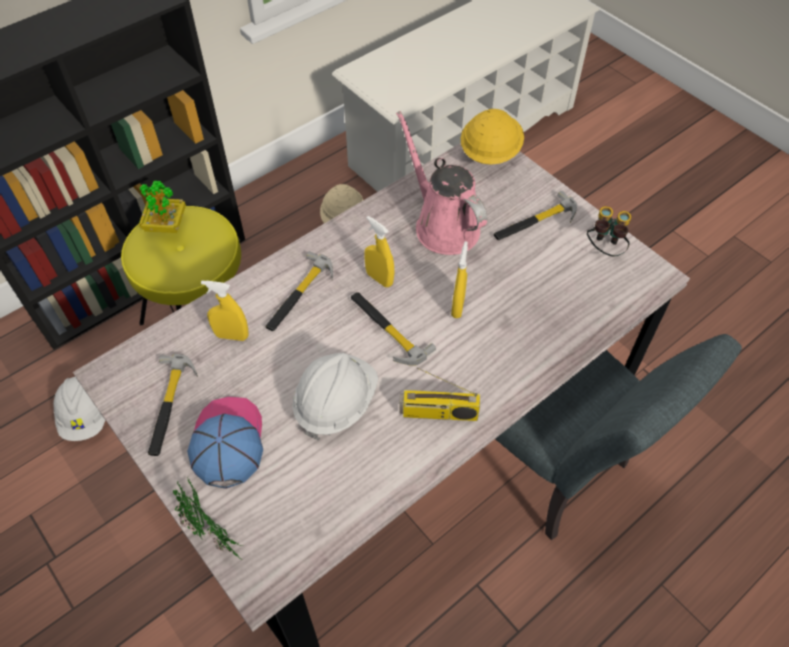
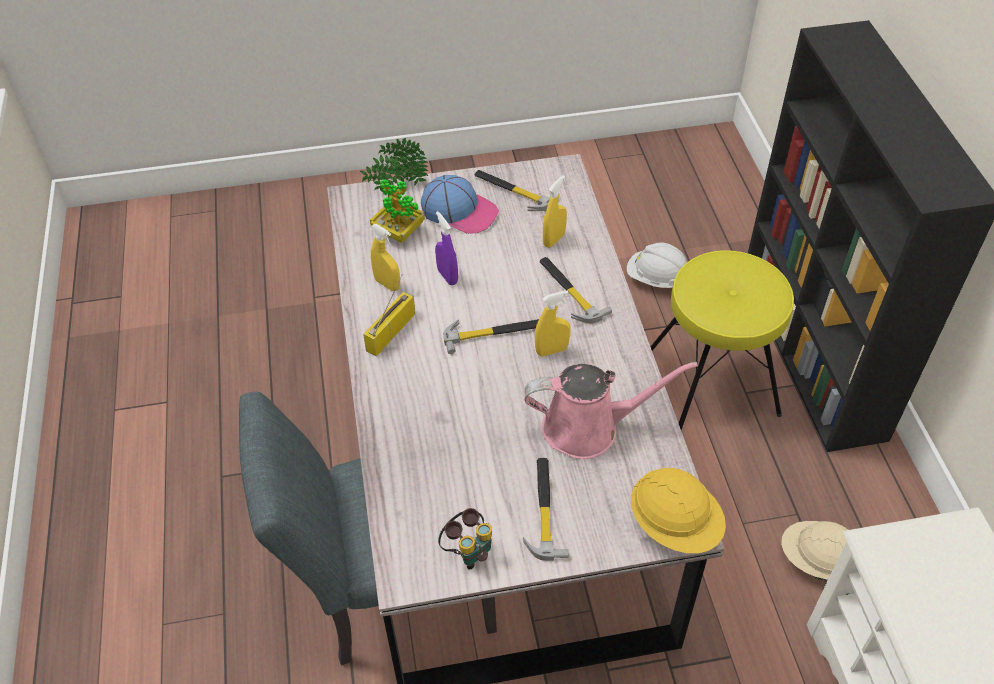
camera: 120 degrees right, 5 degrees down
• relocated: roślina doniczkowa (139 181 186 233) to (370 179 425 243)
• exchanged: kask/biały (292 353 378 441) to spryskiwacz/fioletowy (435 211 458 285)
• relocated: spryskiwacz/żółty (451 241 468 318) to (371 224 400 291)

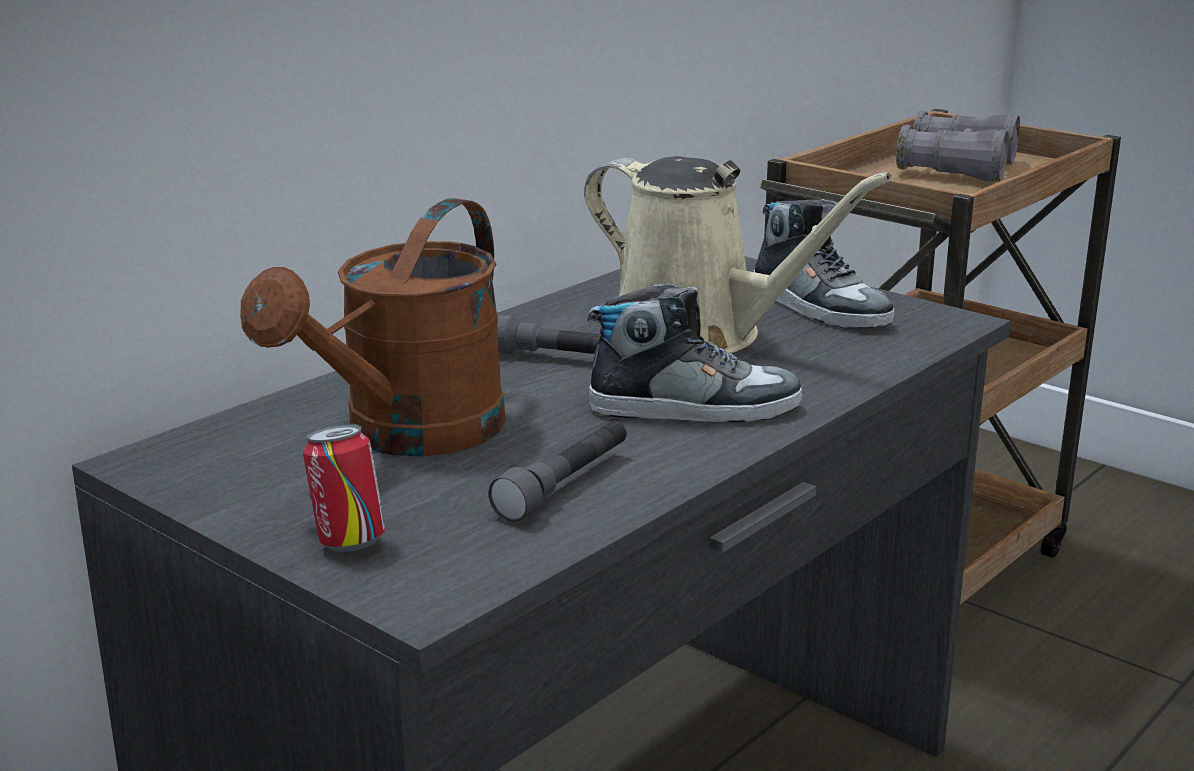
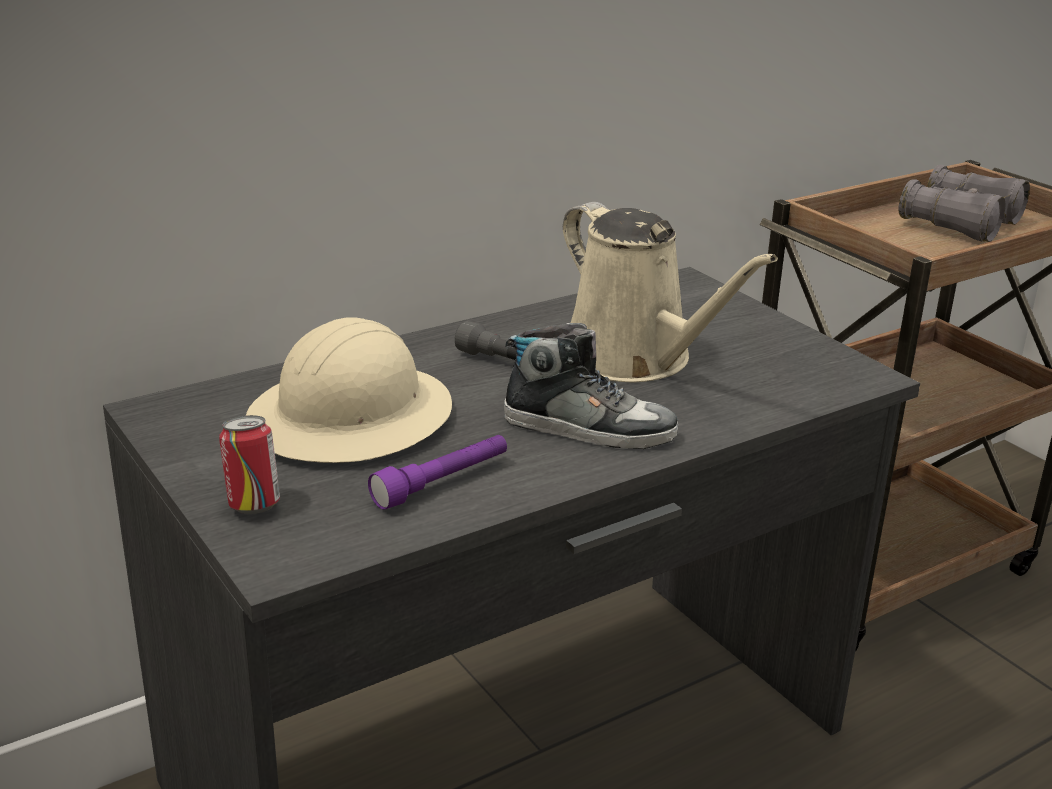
camera: 15 degrees right, 5 degrees up
• exchanged: konewka/brązowy (240 198 506 457) to kask/beżowy (246 317 452 463)
• colour: latarka/szary (488 421 627 522) to latarka/fioletowy (368 435 507 510)
• missing: but (753 199 895 328)

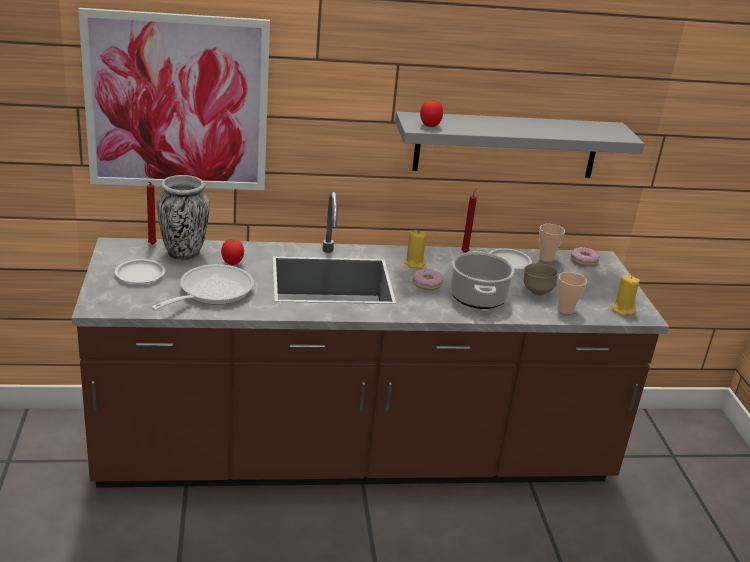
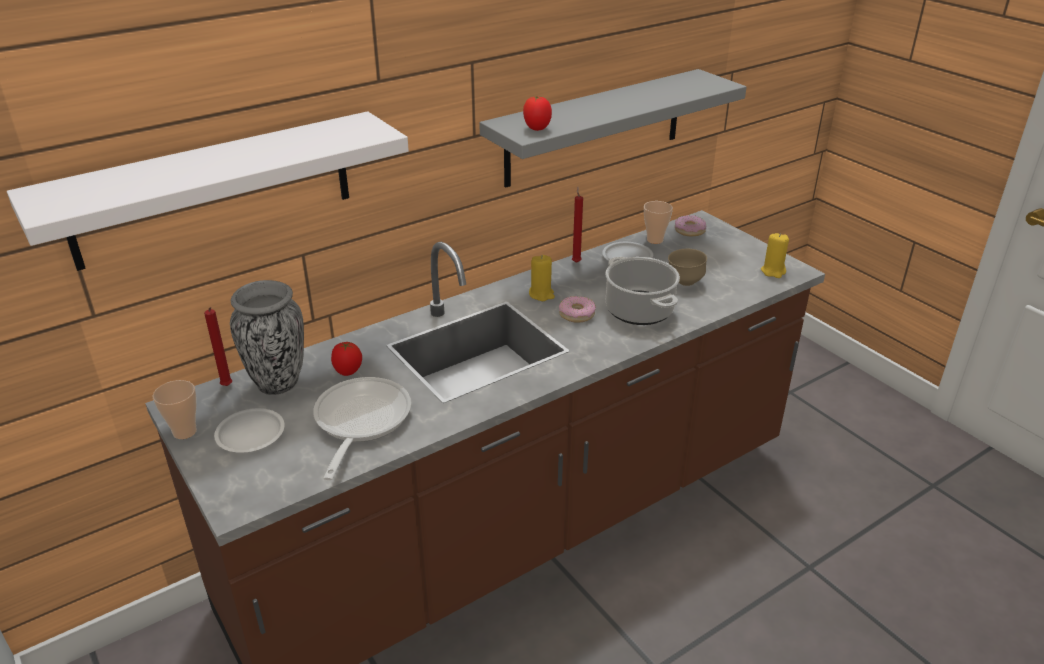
camera: 25 degrees left, 5 degrees up
• exchanged: obraz (78 8 270 190) to półka/biały (7 111 409 271)
• relocated: filiżanka (558 272 587 314) to (153 380 197 439)

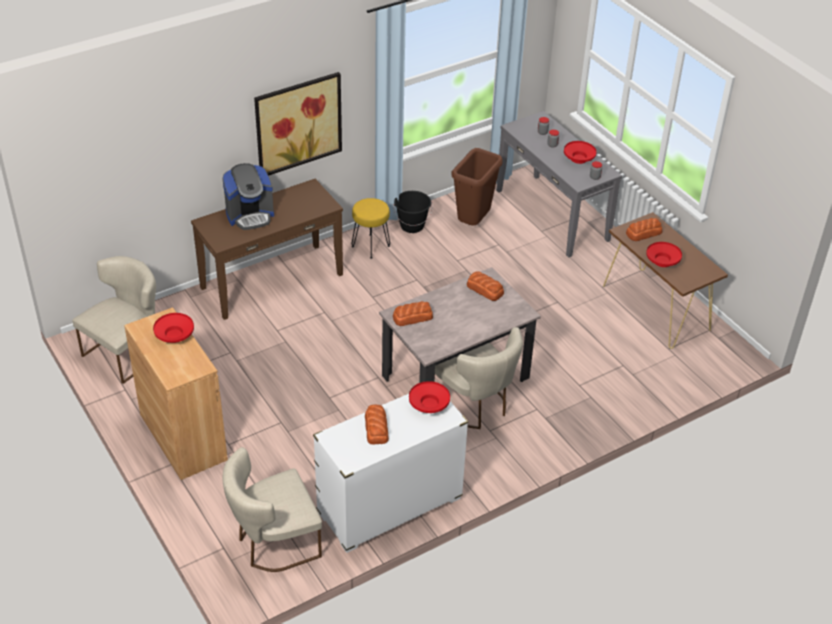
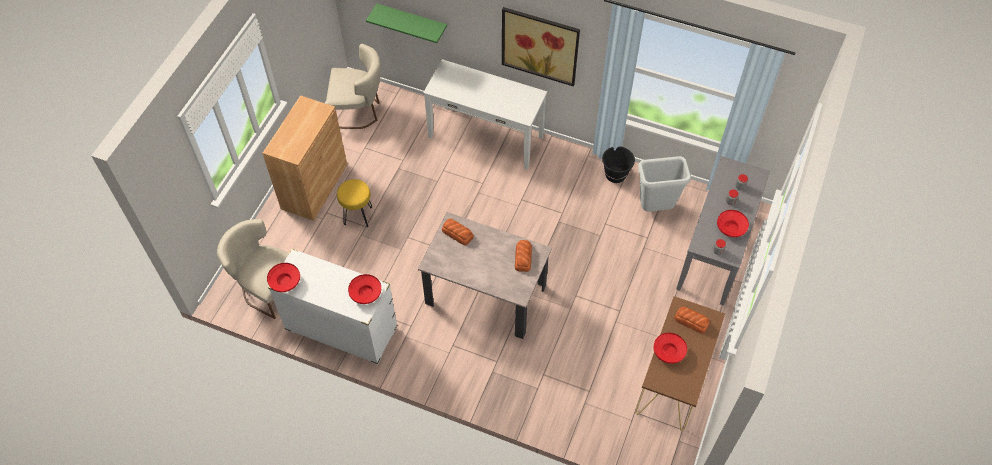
camera: 55 degrees right, 15 degrees up
• relocated: miska/czerwony (153 313 194 343) to (267 263 300 292)
• colour: stolik konsolowy/brązowy (191 179 343 320) to stolik konsolowy/biały (423 59 547 170)
• missing: ekspres do kawy (222 163 274 230)
• relocated: stołek/żółty (352 198 390 259) to (337 179 372 227)
• missing: chleb (365 405 389 444)
• missing: krzesło/beżowy (434 327 523 429)
• colour: kosz na śmieci/brązowy (451 148 503 225) to kosz na śmieci/szary (638 156 691 212)
• appeared: półka/zielony (366 4 447 43)

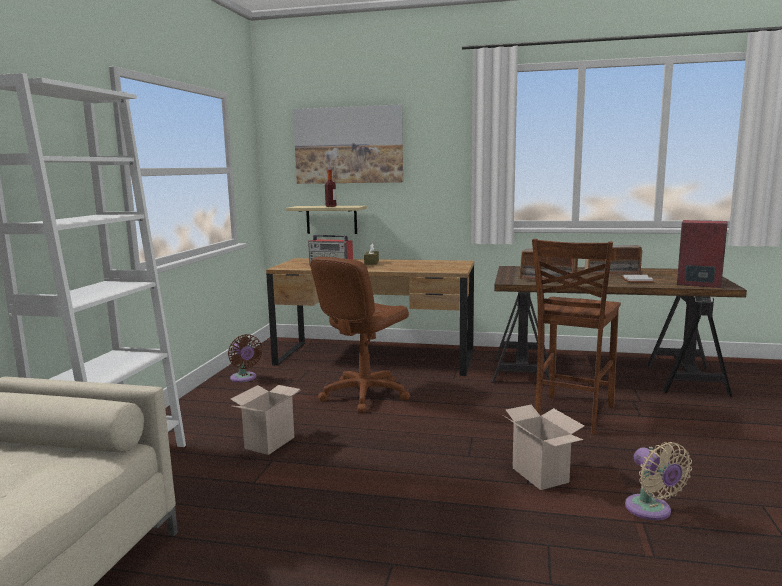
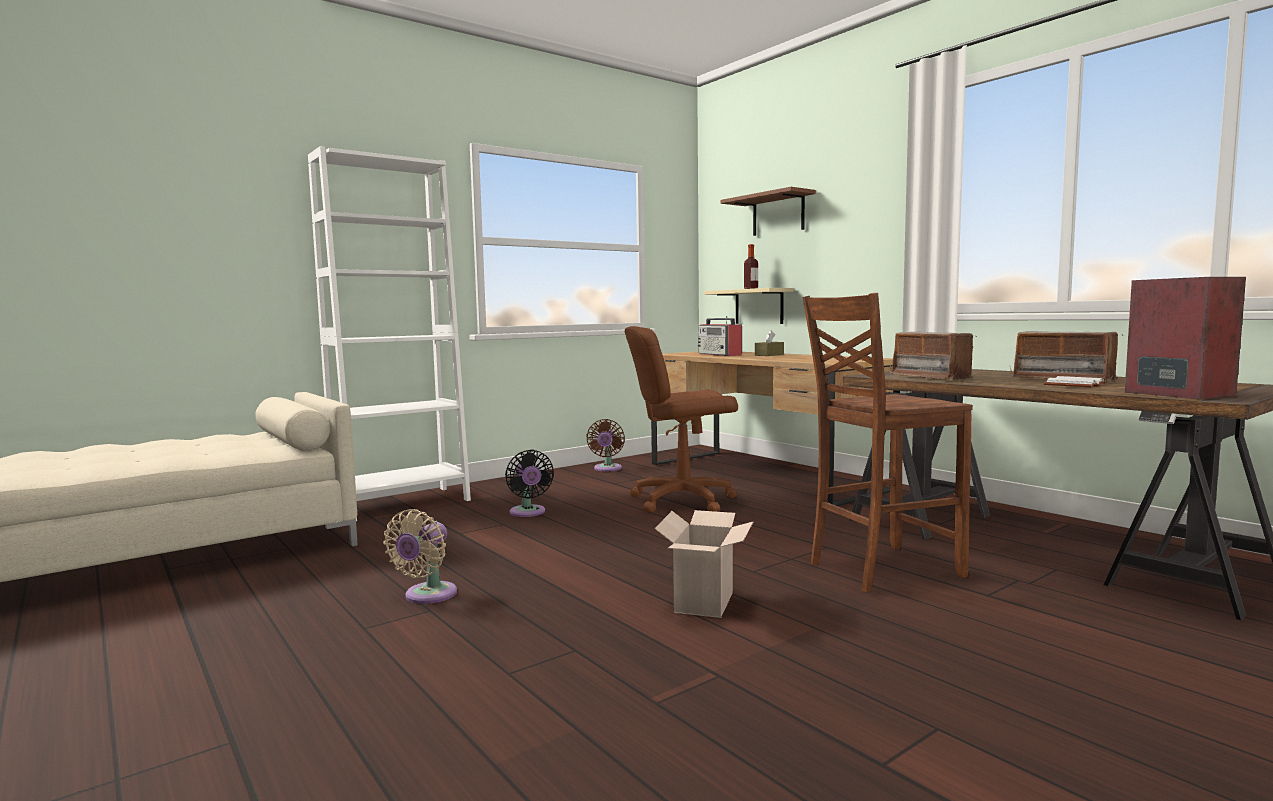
camera: 40 degrees right, 5 degrees down
• exchanged: karton (230 385 301 455) to wentylator/czarny (505 450 554 517)
• exchanged: obraz (293 104 403 184) to półka/brązowy (721 187 816 236)
• relocated: wentylator/beżowy (625 442 692 520) to (383 509 457 604)

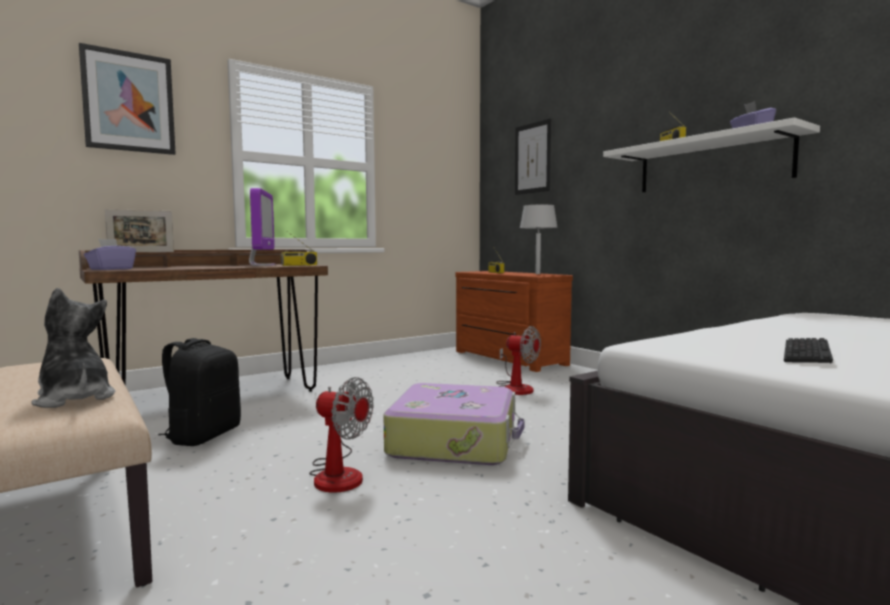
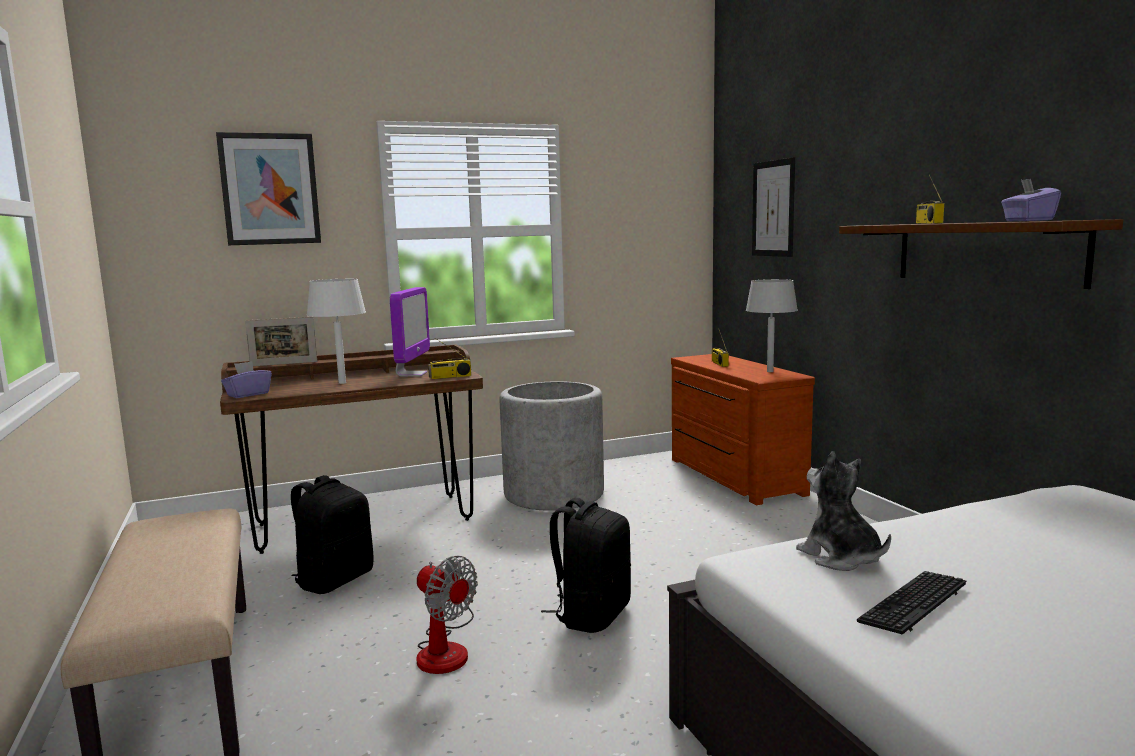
camera: 15 degrees right, 5 degrees up
• relocated: pluszak (31 288 116 408) to (796 451 891 571)
• exchanged: walizka (384 383 525 465) to plecak/czarny (541 498 631 633)
• missing: wentylator (496 326 541 395)
• colour: półka/biały (603 118 820 192) to półka/brązowy (839 219 1123 289)
• appeared: lampa stołowa/biały (306 279 366 384)
• appeared: donica/szary (500 381 604 511)

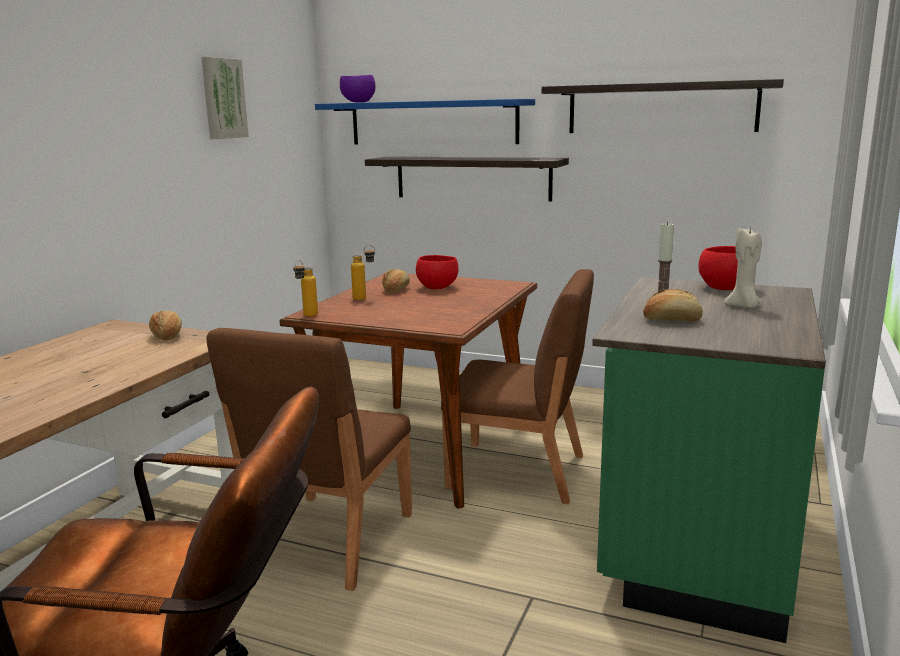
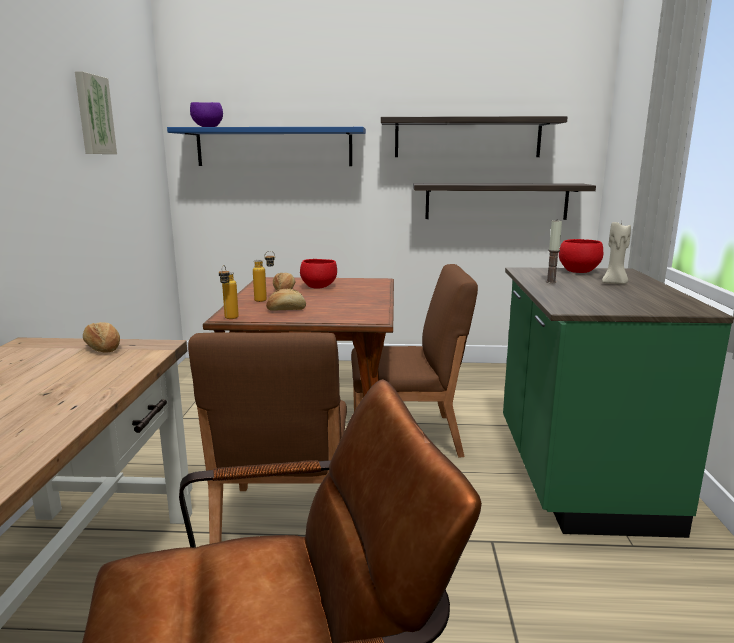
camera: 20 degrees left, 0 degrees up
• relocated: półka (365 157 569 201) to (413 183 596 220)
• relocated: chleb (643 289 703 321) to (266 289 306 311)

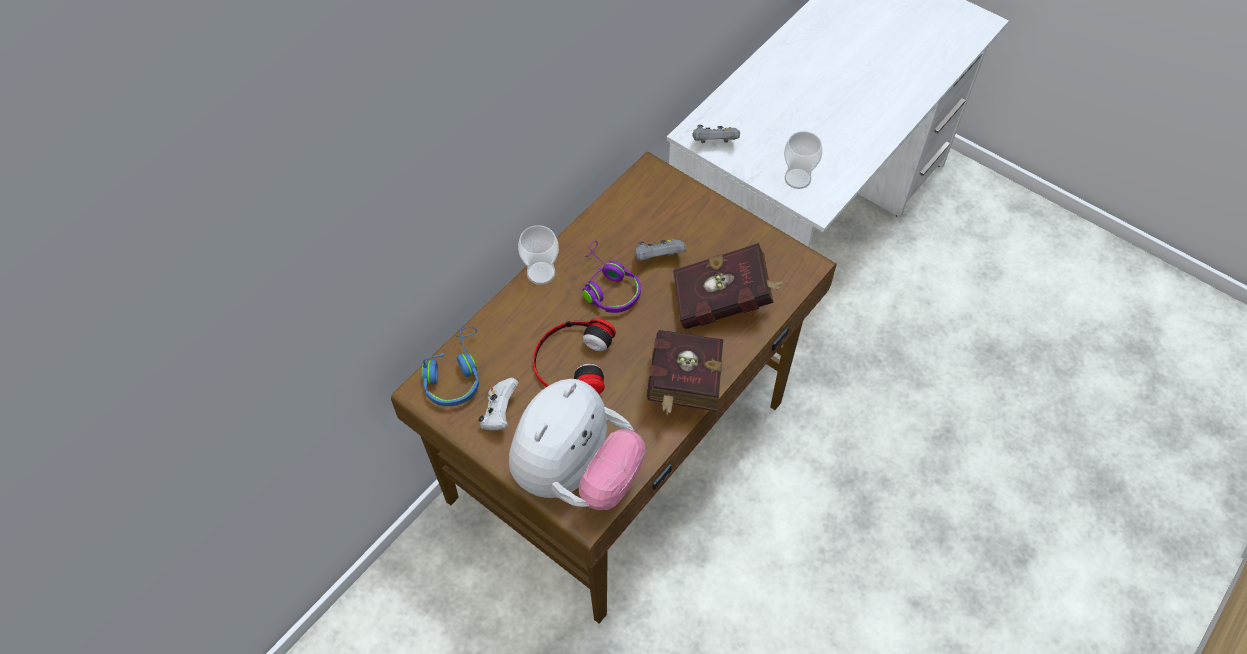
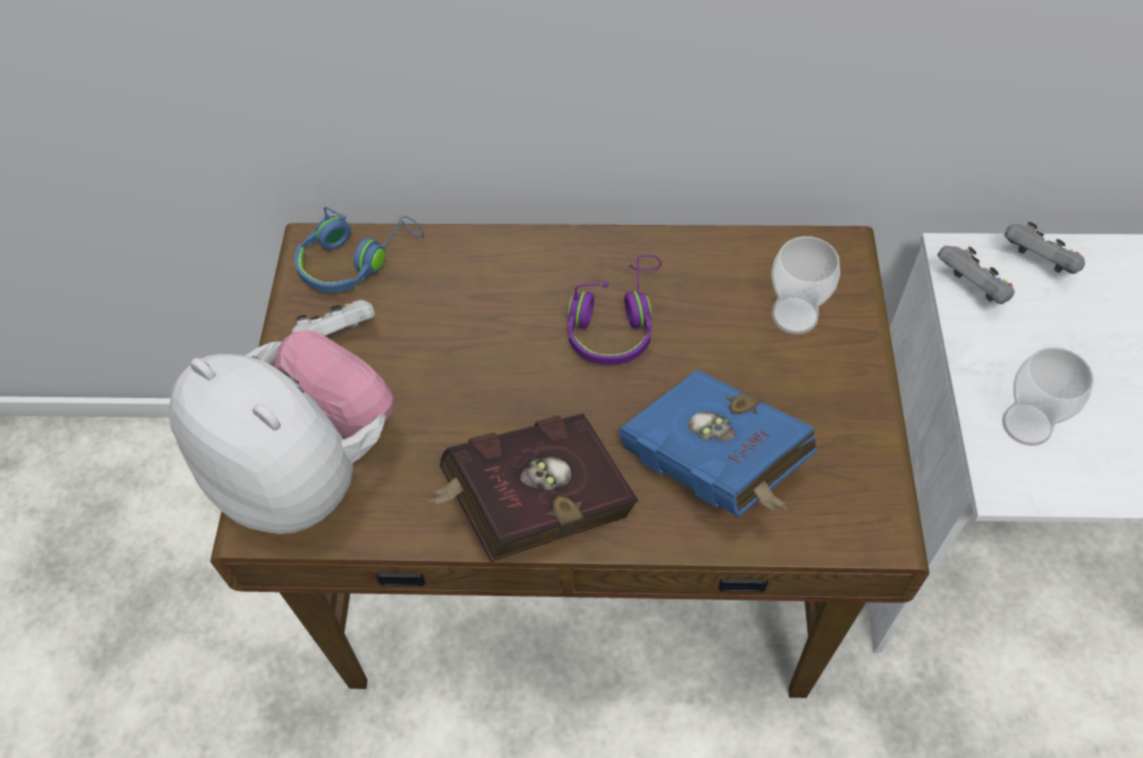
camera: 55 degrees right, 0 degrees up
• spun: pluszak (509 379 645 510) = (169 330 394 534) 135 degrees counterclockwise
• relocated: filiżanka (518 225 559 285) to (771 236 840 334)
• missing: słuchawki (533 318 616 394)
• relocated: pad do gier/szary (635 239 686 261) to (1004 222 1085 274)
• colour: książka/czerwony (673 243 787 329) to książka/niebieski (620 369 817 517)

